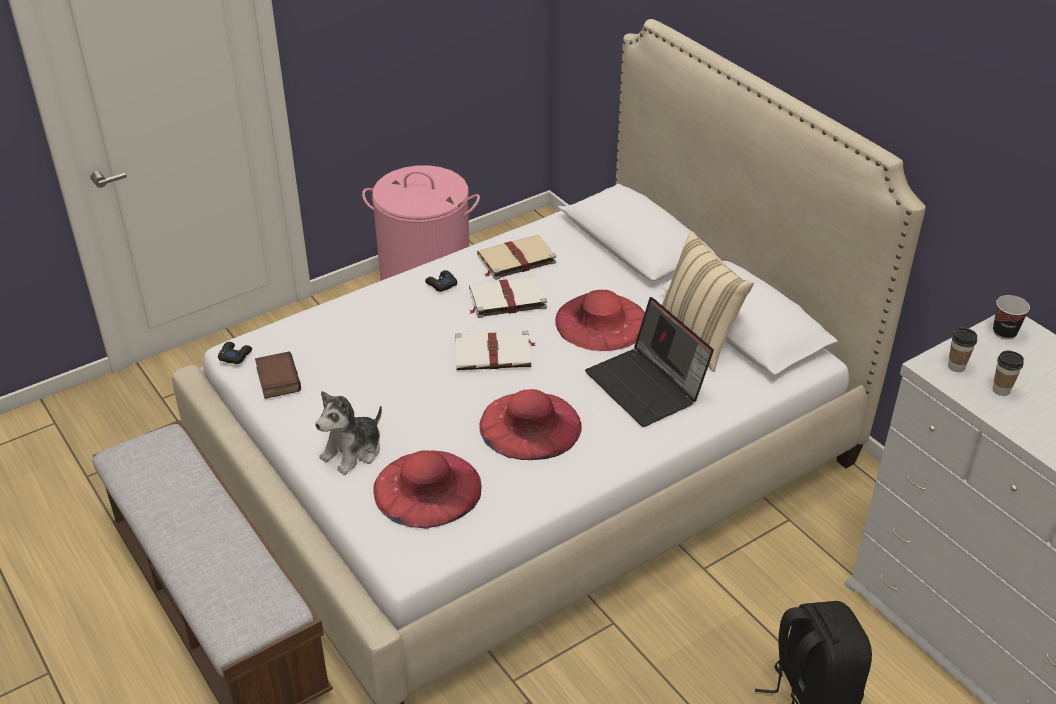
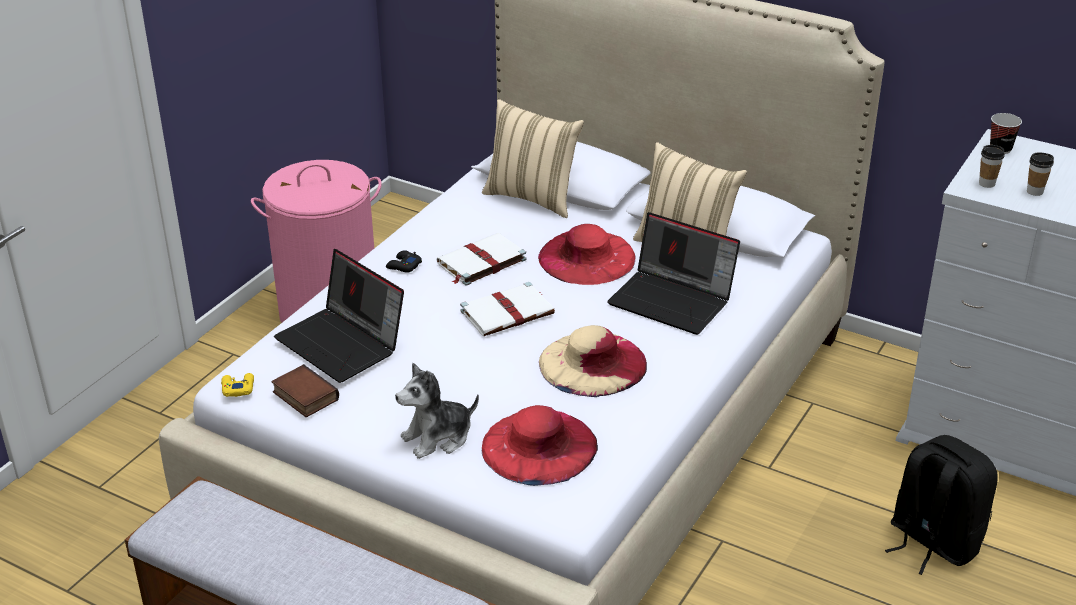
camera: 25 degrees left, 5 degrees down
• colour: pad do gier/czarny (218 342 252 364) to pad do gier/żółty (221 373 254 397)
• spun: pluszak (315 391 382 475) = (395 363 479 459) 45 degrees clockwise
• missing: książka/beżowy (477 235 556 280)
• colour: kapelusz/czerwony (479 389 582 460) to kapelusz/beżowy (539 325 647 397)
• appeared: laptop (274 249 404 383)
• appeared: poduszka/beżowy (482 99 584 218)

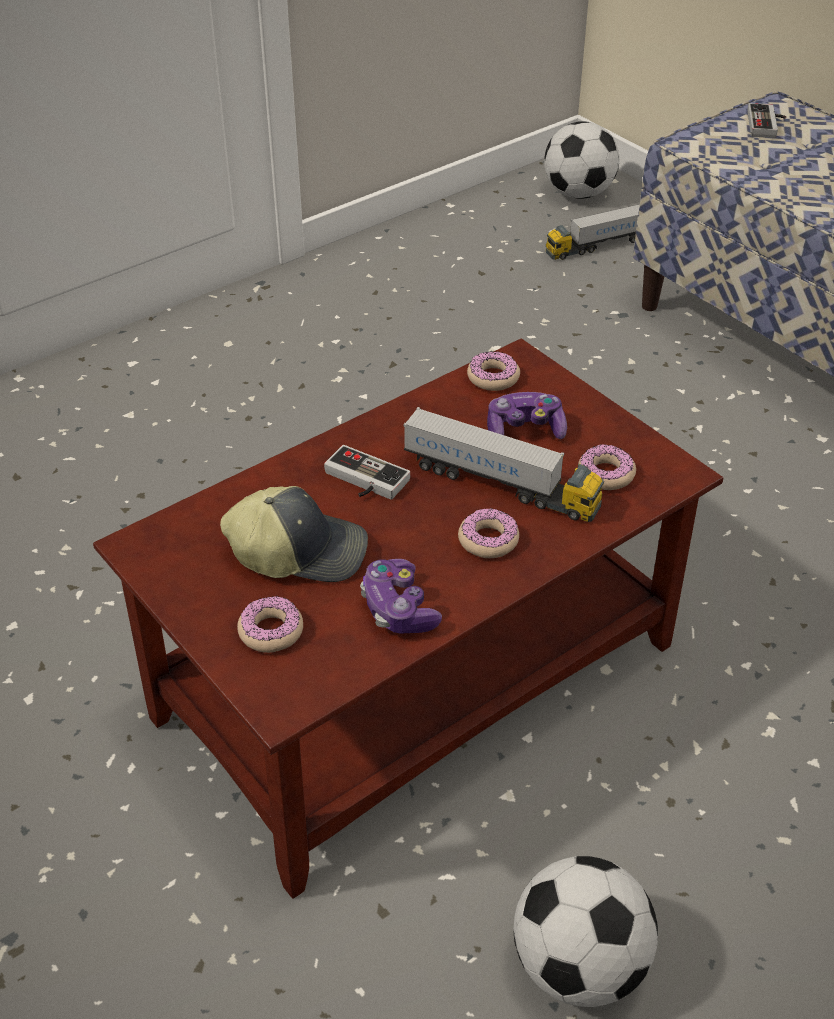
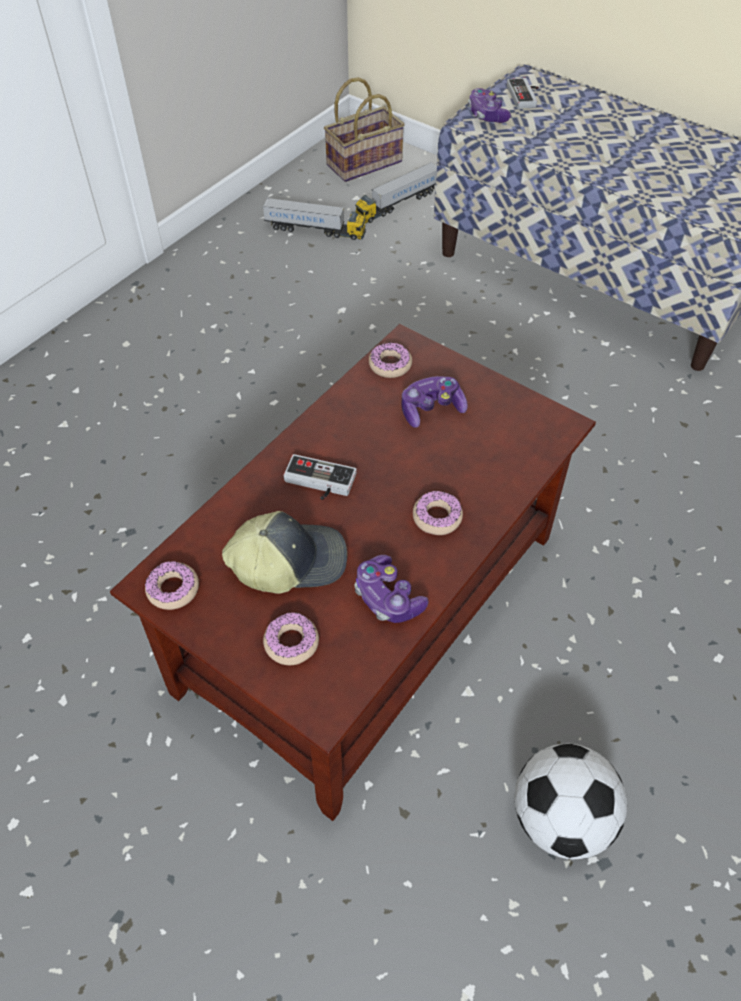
camera: 15 degrees left, 10 degrees up
• relocated: ciężarówka zabawkowa (403 407 604 522) to (263 198 365 240)
• exchanged: piłka futbolowa (544 122 619 199) to koszyk (324 77 405 182)
• relocated: donut (578 444 636 490) to (145 561 199 610)
• appeared: pad do gier (468 88 511 123)

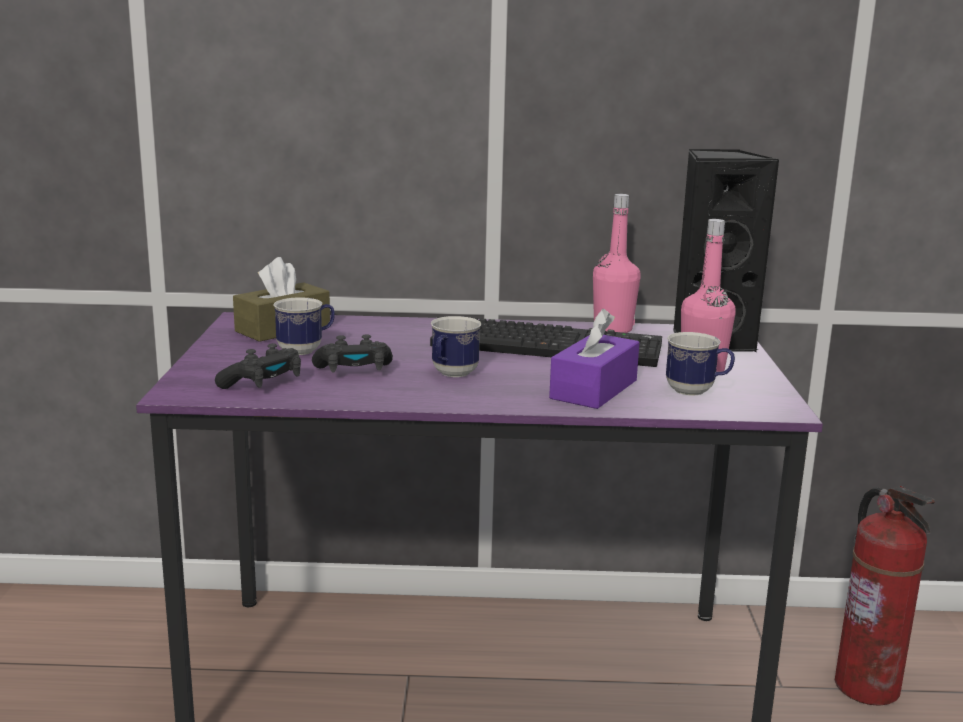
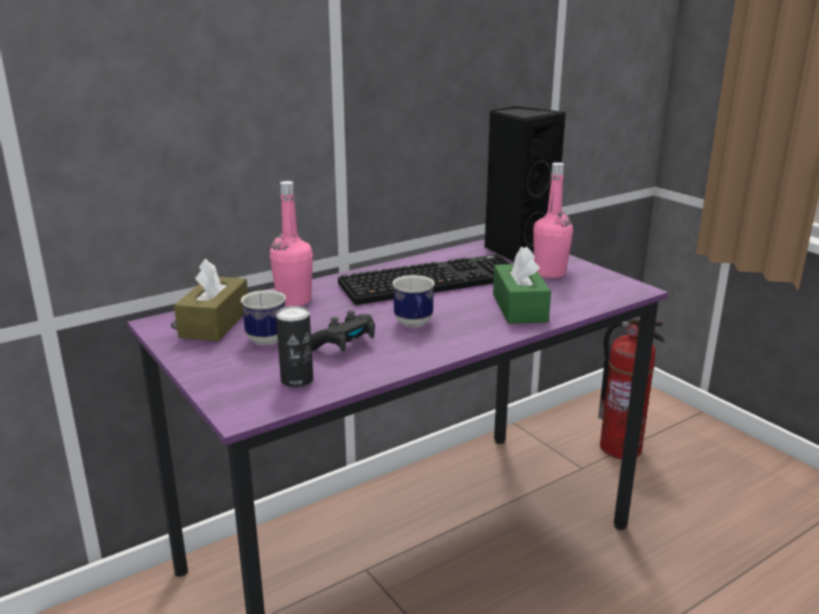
camera: 35 degrees left, 5 degrees up
• exchanged: pad do gier/czarny (215 343 301 389) to puszka (276 306 313 387)
• colour: pudełko chusteczek/fioletowy (549 309 639 409) to pudełko chusteczek/zielony (493 246 551 324)
• relocated: butelka/różowy (593 194 641 333) to (270 181 313 307)
• missing: kubek (666 332 735 395)

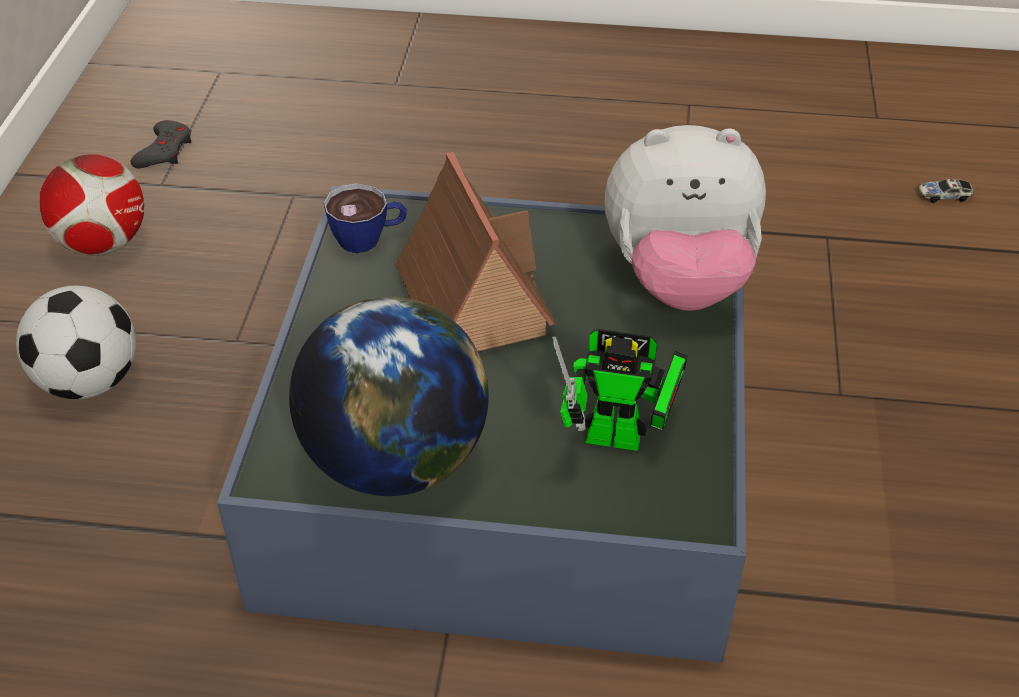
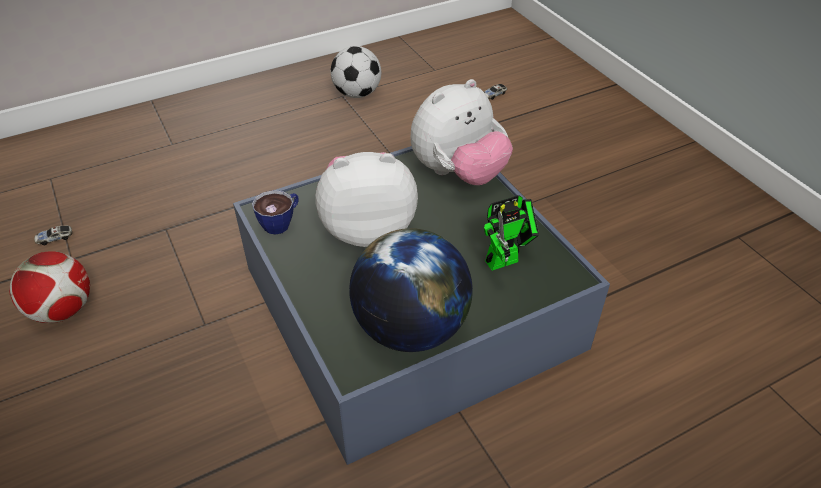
camera: 35 degrees left, 0 degrees up
• relocated: piłka futbolowa (16 286 136 399) to (331 46 381 98)
• exchanged: pad do gier/szary (131 120 191 168) to samochodzik (34 225 72 245)
• exchanged: domek (395 152 557 352) to pluszak (316 152 418 247)

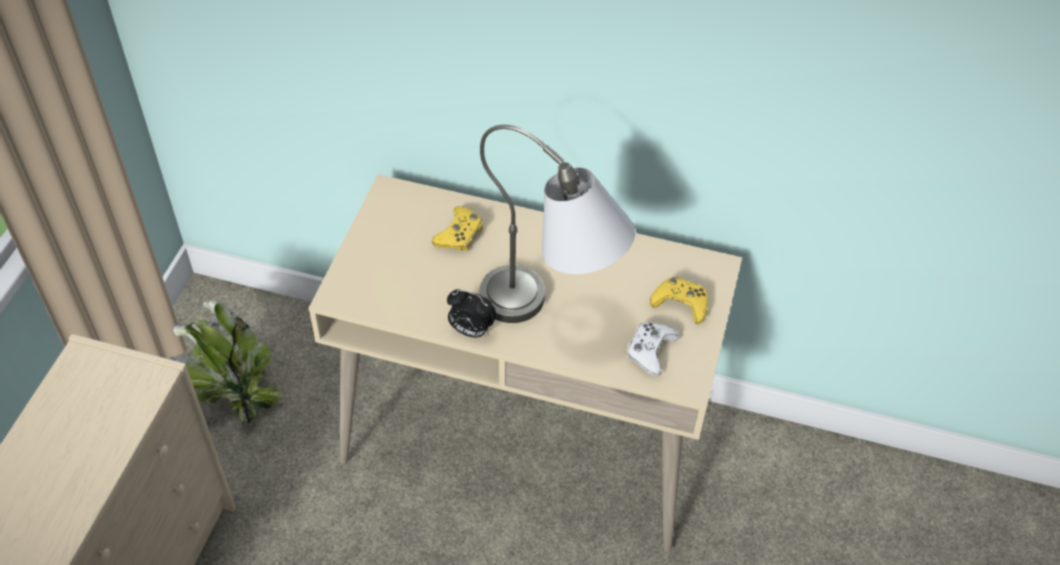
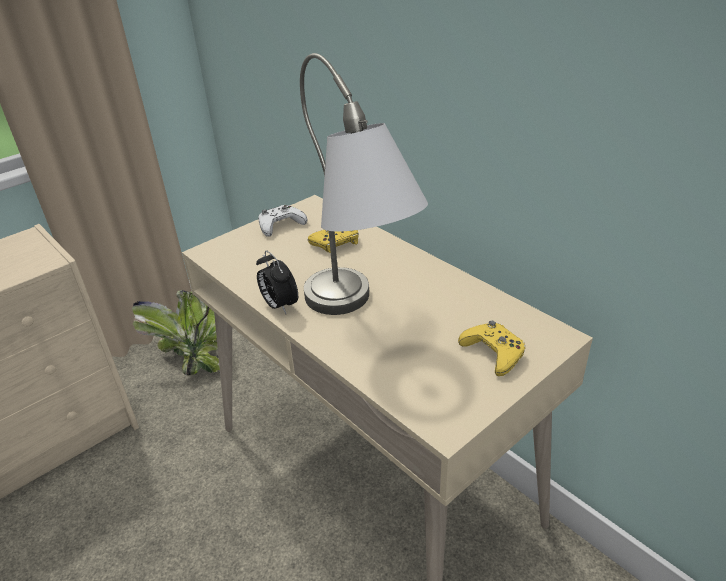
camera: 35 degrees right, 15 degrees down
• relocated: pad do gier/biały (626 322 679 376) to (258 205 308 237)

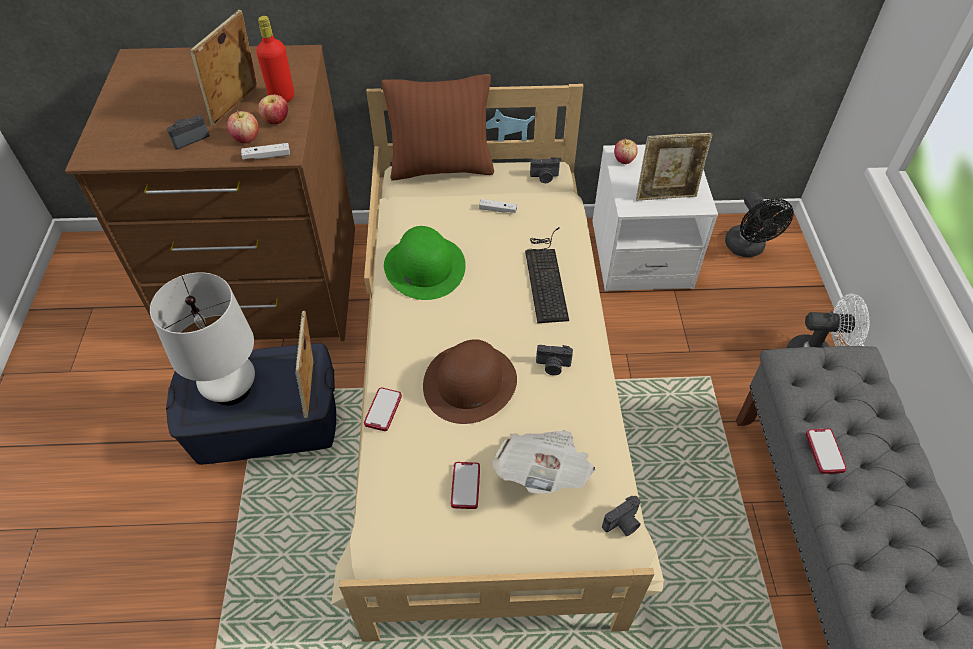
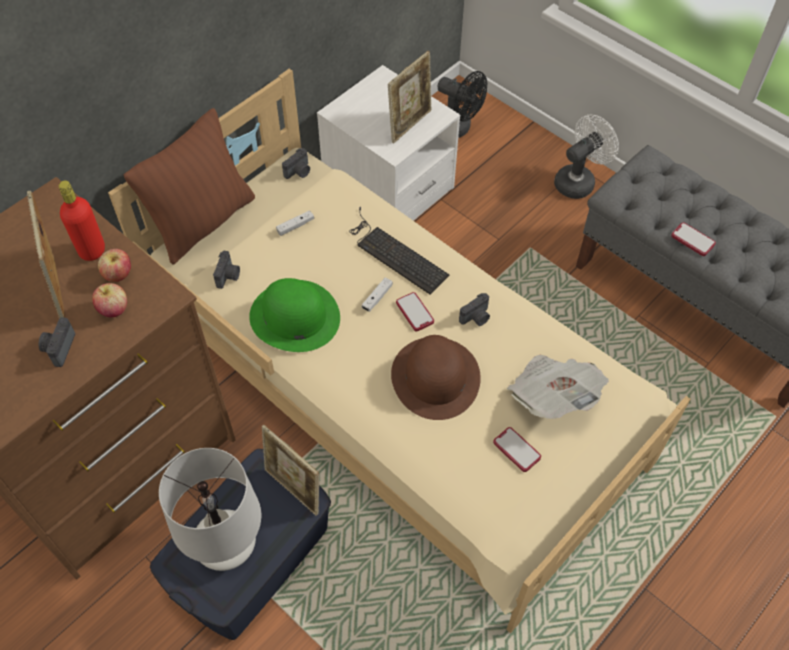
camera: 45 degrees left, 5 degrees up
• relocated: pad do gier/biały (241 143 290 159) to (362 278 393 312)
• relocated: telefon (364 387 402 431) to (396 292 434 331)
• relocated: aparat fotograficzny (602 496 641 536) to (213 251 240 289)
• missing: jabłko (614 138 638 164)

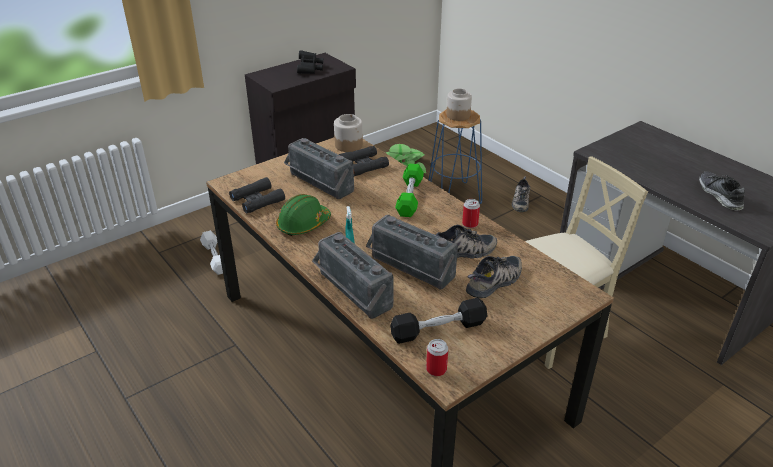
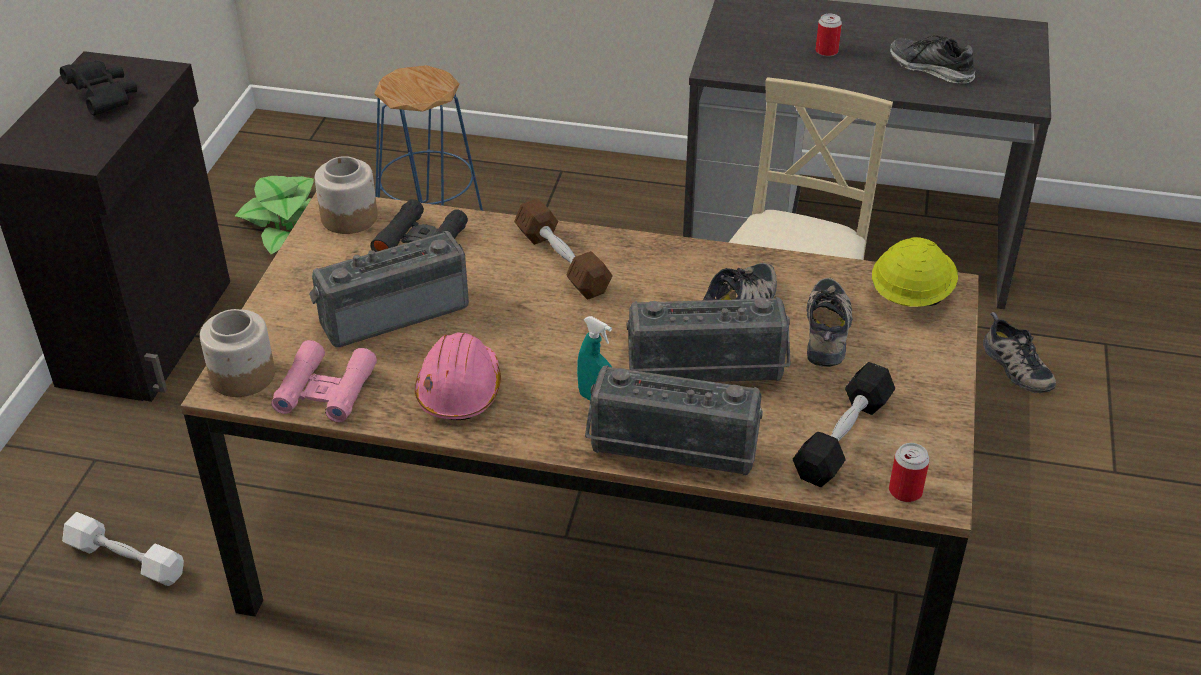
camera: 40 degrees left, 5 degrees up
• colour: lornetka/czarny (229 177 285 213) to lornetka/różowy (271 340 377 422)
• colour: kask/zielony (276 194 331 236) to kask/różowy (415 332 501 420)
• spun: radio (284 138 354 199) = (309 231 469 347) 150 degrees clockwise
• colour: hantel/zielony (395 164 424 217) to hantel/brązowy (514 199 612 300)
• relocated: słoik (446 88 472 121) to (200 309 275 397)
• relocated: puszka (462 199 480 228) to (816 13 842 57)
• relocated: but (512 176 530 212) to (983 312 1056 393)
• appeared: kask/żółty (872 237 958 307)

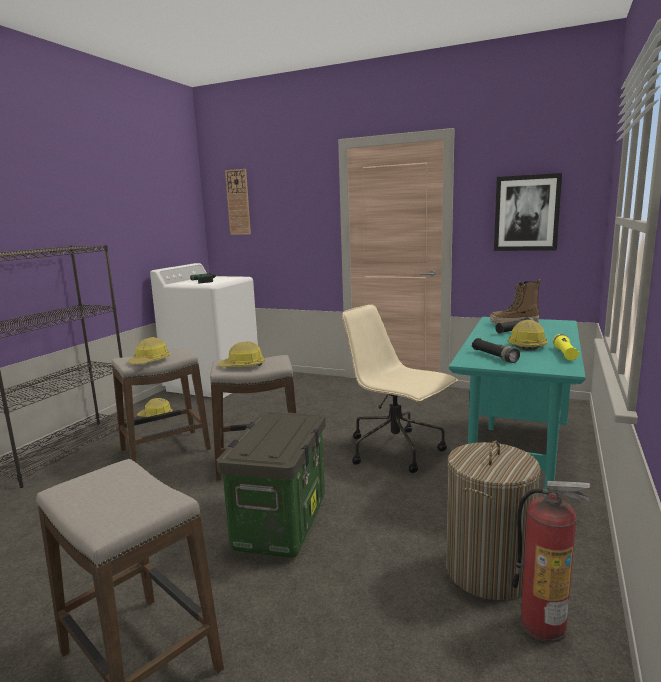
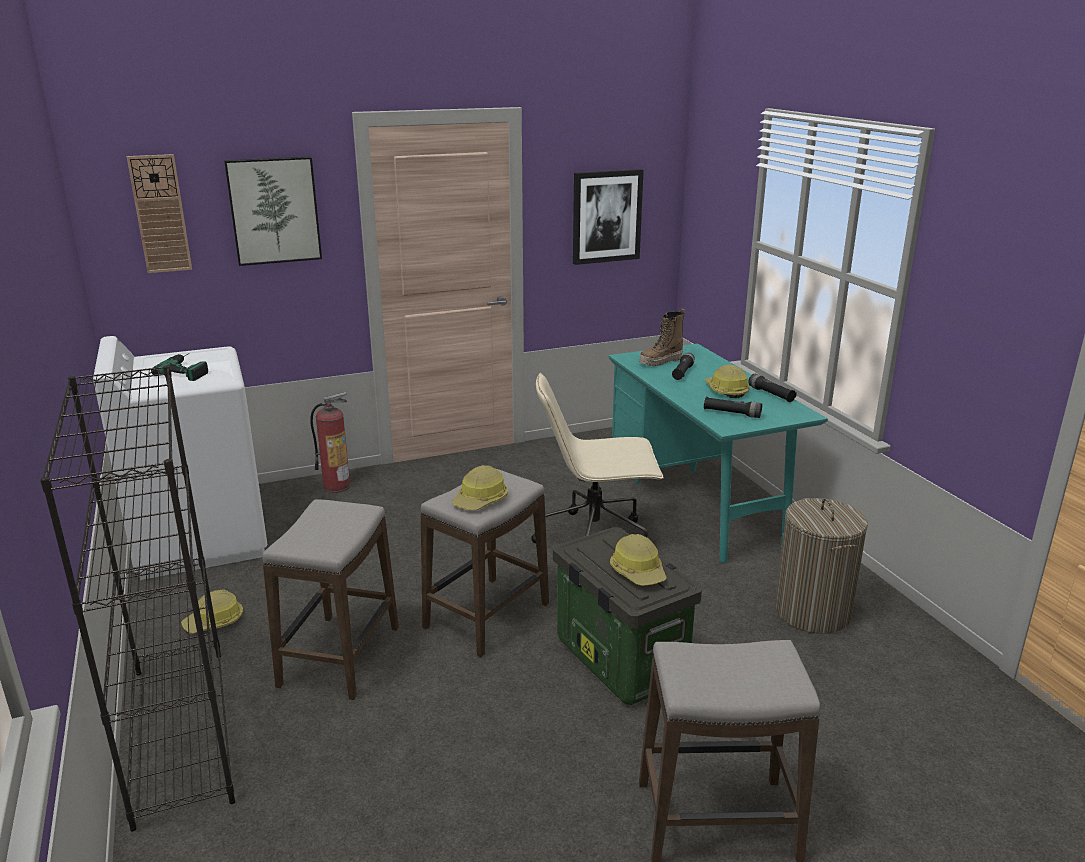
camera: 45 degrees left, 10 degrees up
• relocated: kask (127 337 169 364) to (610 534 667 586)
• relocated: gaśnica (511 480 590 642) to (310 392 351 493)
• colour: latarka/żółty (553 334 579 360) to latarka/czarny (748 374 797 402)
• appeared: obraz (224 156 322 266)

